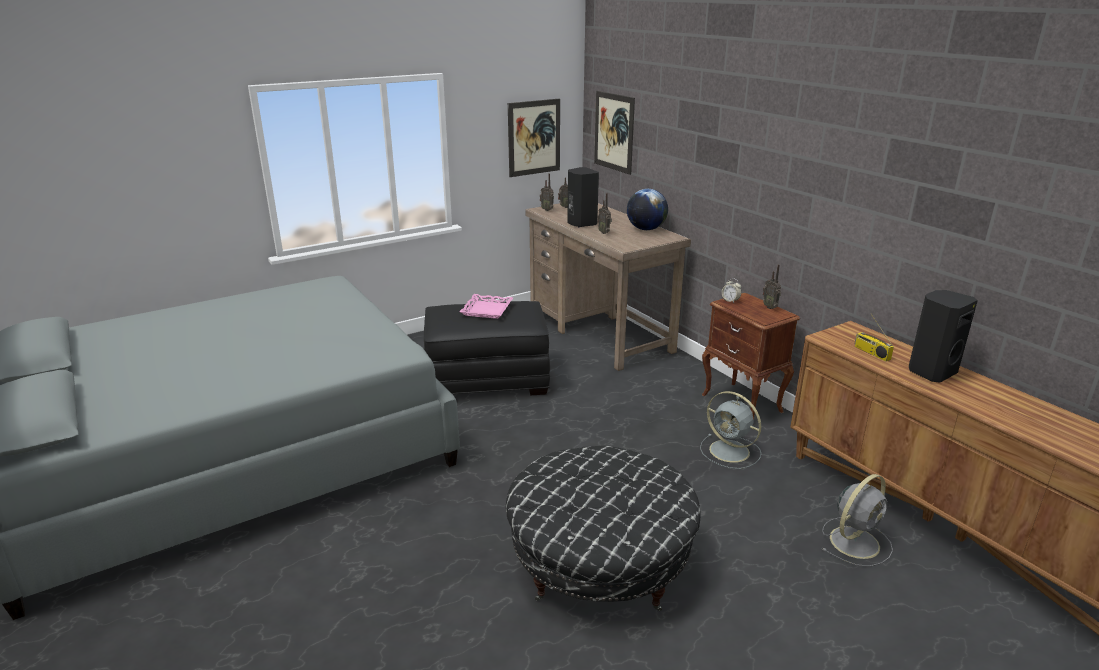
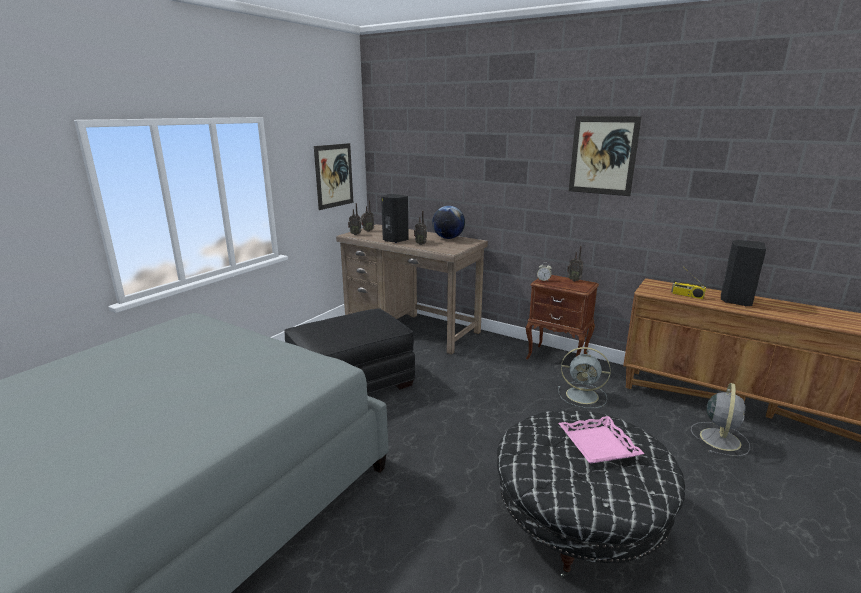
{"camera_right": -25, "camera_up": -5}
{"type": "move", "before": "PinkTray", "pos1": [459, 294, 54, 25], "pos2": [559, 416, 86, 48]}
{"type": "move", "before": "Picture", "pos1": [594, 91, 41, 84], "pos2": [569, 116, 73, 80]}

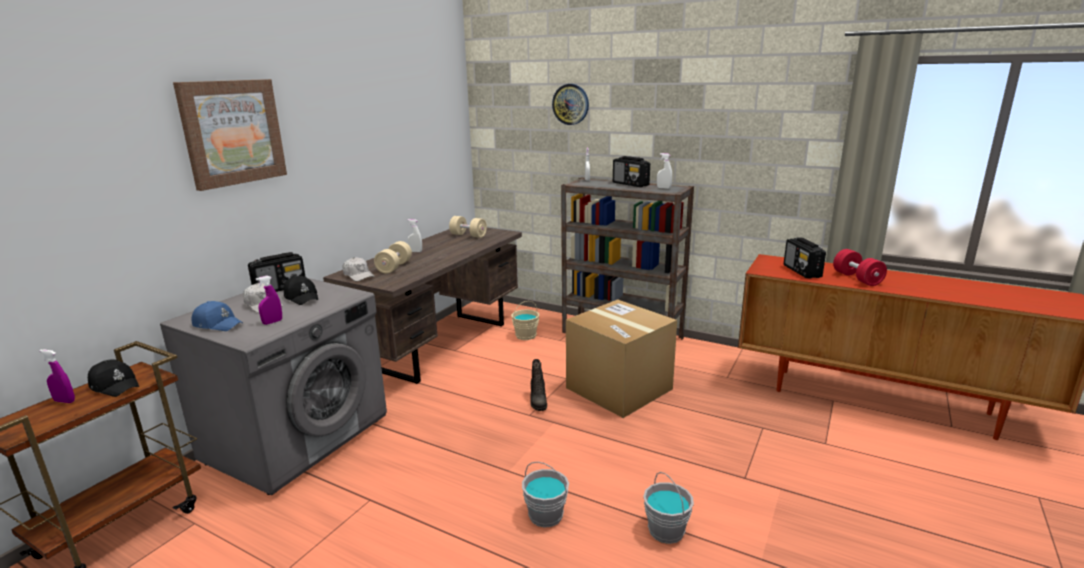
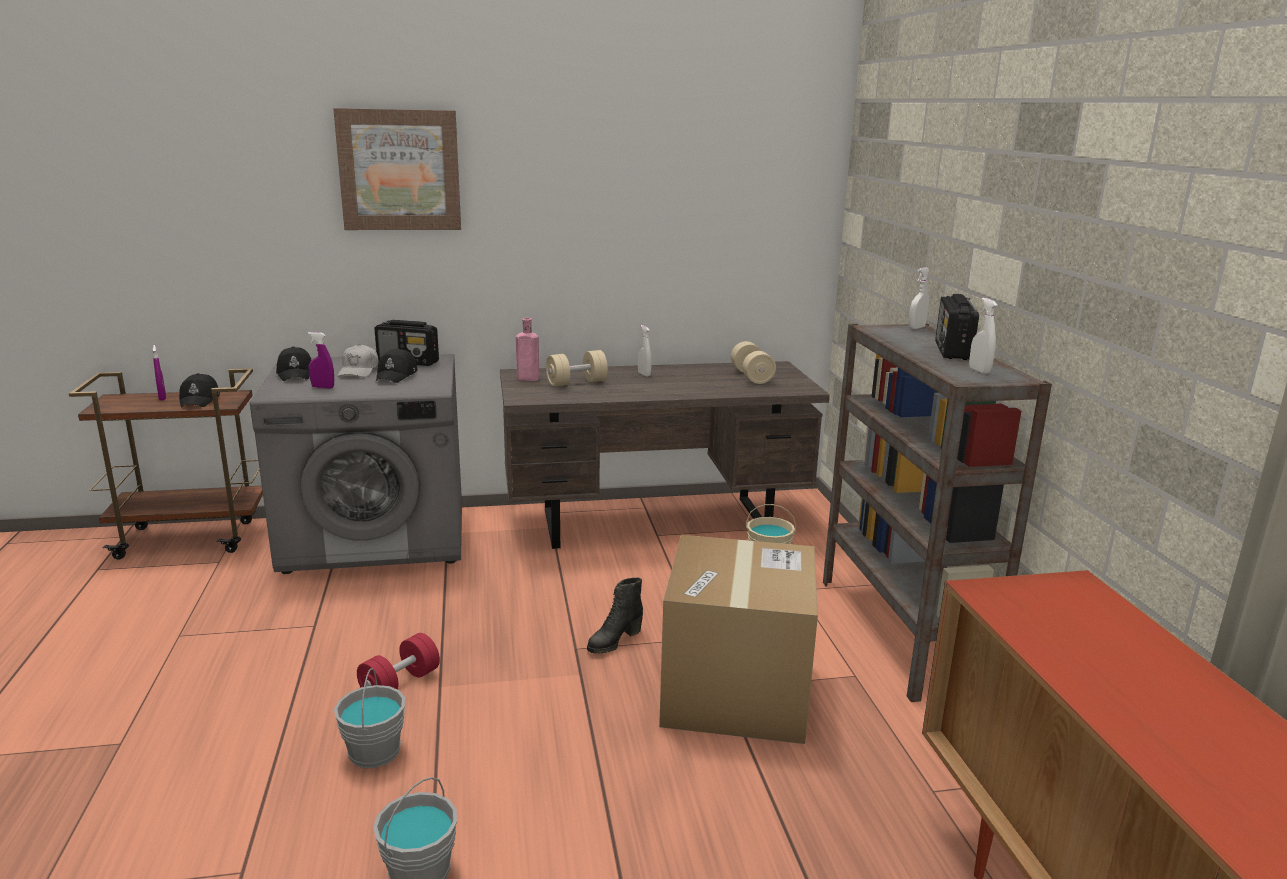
{"camera_right": 50, "camera_up": 0}
{"type": "recolor", "before": "BlueCap", "after": "BlackCap", "pos1": [192, 301, 51, 30], "pos2": [276, 346, 36, 35]}
{"type": "move", "before": "RedDumbbell", "pos1": [833, 249, 54, 37], "pos2": [357, 633, 83, 57]}
{"type": "replace", "before": "WhiteCap", "after": "PinkBottle", "pos1": [343, 257, 32, 24], "pos2": [516, 318, 23, 63]}
{"type": "delete", "before": "WallClock", "pos1": [552, 84, 37, 41]}
{"type": "delete", "before": "Radio", "pos1": [784, 237, 42, 42]}

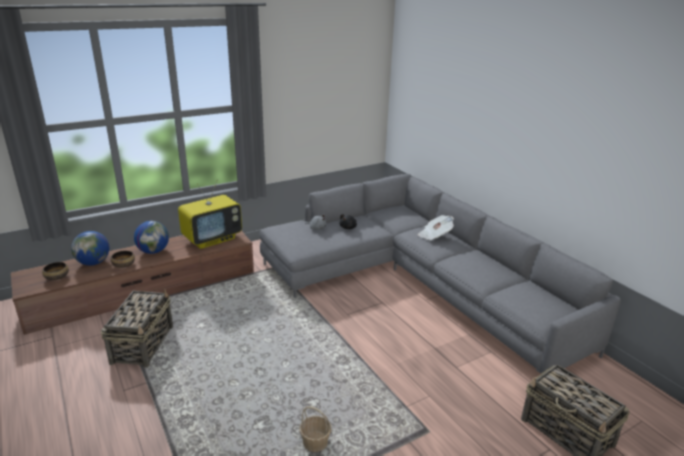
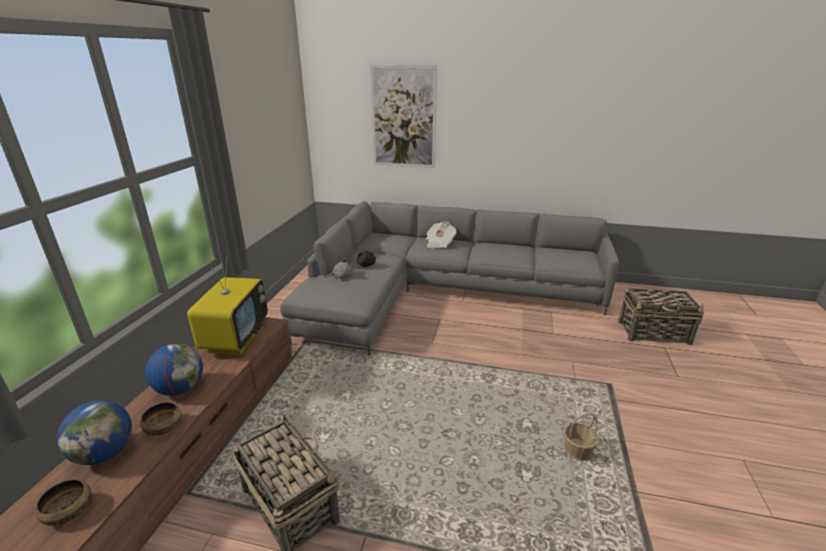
{"camera_right": -45, "camera_up": 0}
{"type": "insert", "after": "Picture", "pos2": [370, 65, 67, 103]}

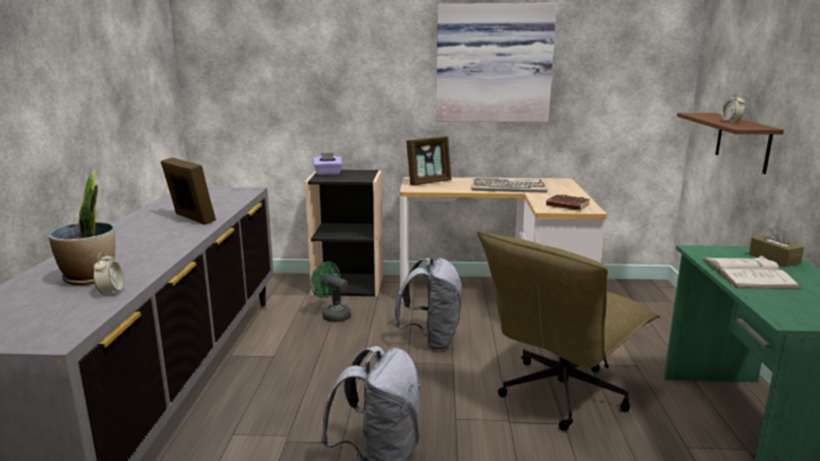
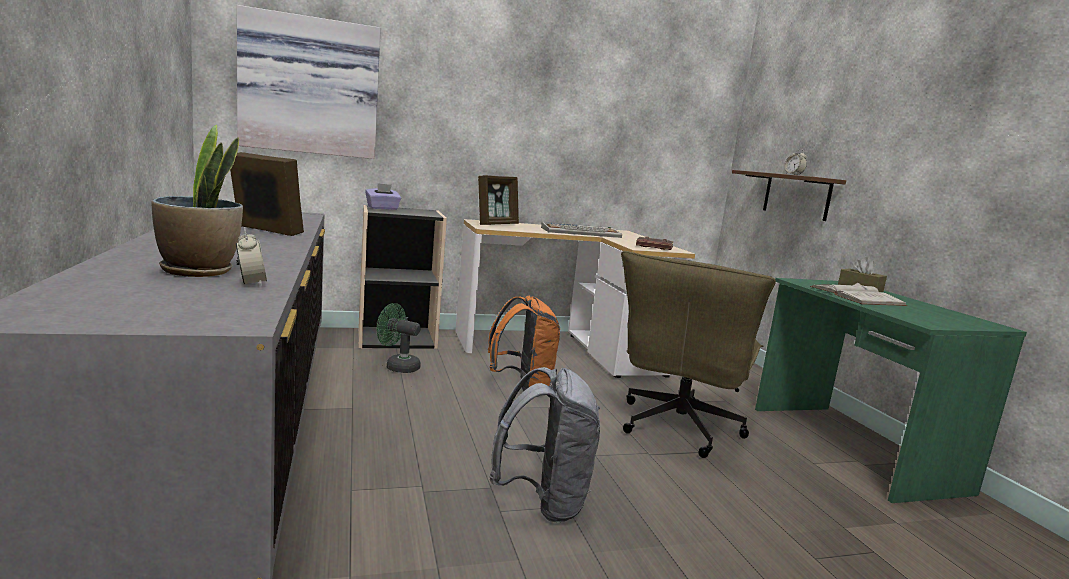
{"camera_right": -20, "camera_up": -5}
{"type": "move", "before": "Picture", "pos1": [436, 3, 121, 119], "pos2": [237, 5, 144, 154]}
{"type": "recolor", "before": "GreyBackpack", "after": "OrangeBackpack", "pos1": [394, 258, 68, 92], "pos2": [488, 295, 72, 96]}

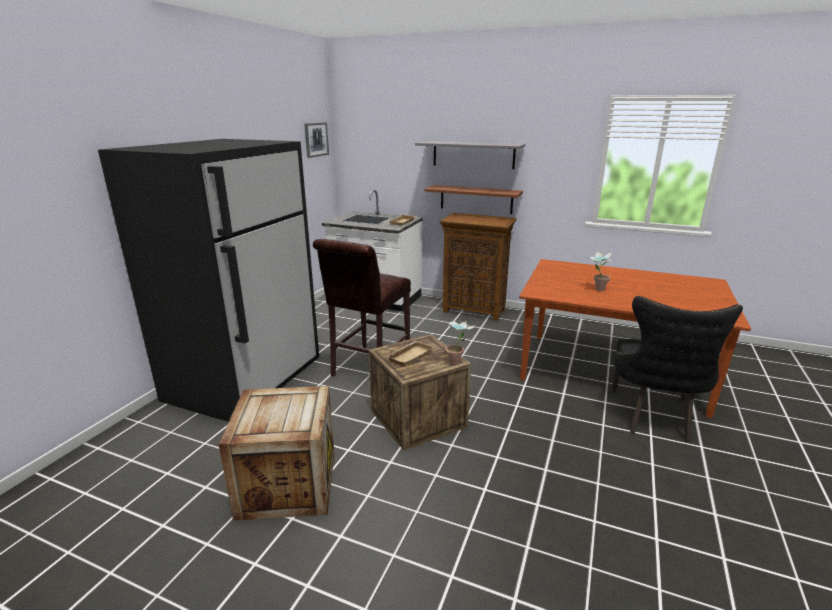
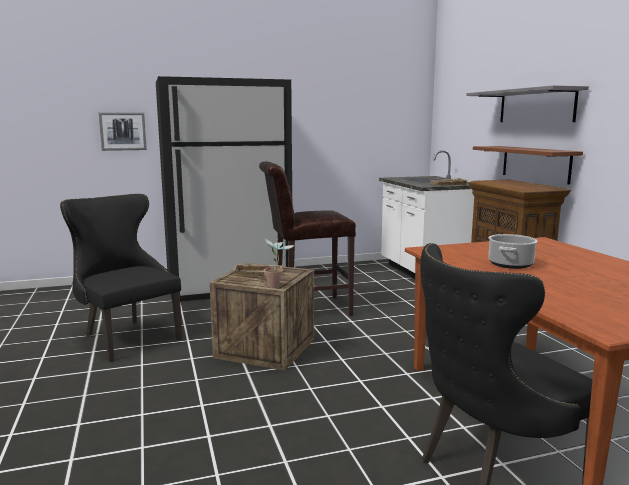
{"camera_right": 50, "camera_up": -10}
{"type": "replace", "before": "Crate", "after": "BlackChair", "pos1": [218, 386, 116, 135], "pos2": [60, 194, 122, 168]}
{"type": "move", "before": "Picture", "pos1": [304, 122, 25, 36], "pos2": [98, 112, 49, 39]}
{"type": "replace", "before": "PottedPlant", "after": "CookingPot", "pos1": [588, 251, 24, 40], "pos2": [488, 234, 49, 35]}

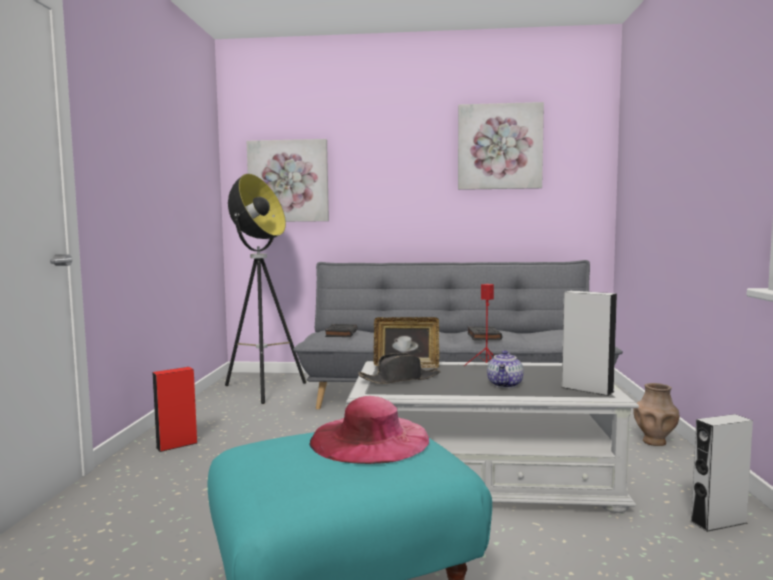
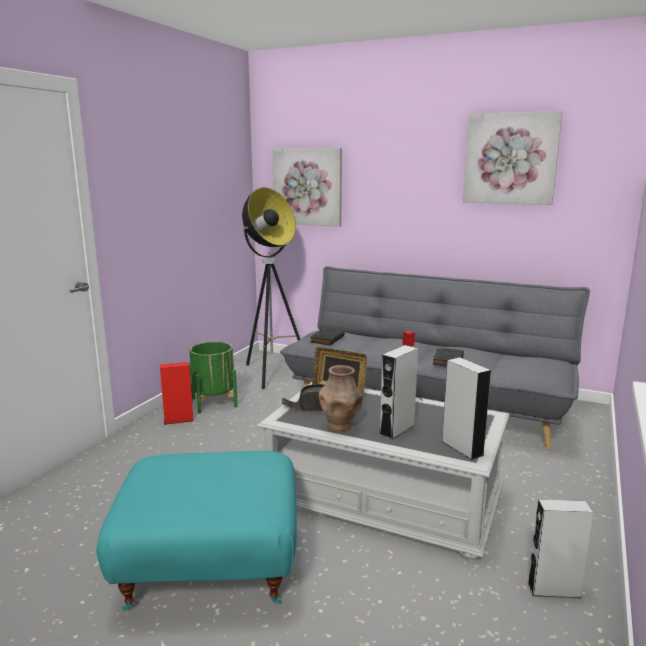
{"camera_right": 20, "camera_up": 10}
{"type": "insert", "after": "GreenPlanter", "pos2": [189, 342, 49, 71]}
{"type": "move", "before": "BrownVase", "pos1": [633, 383, 47, 63], "pos2": [319, 365, 43, 67]}
{"type": "replace", "before": "Teapot", "after": "GreySpeaker", "pos1": [487, 350, 37, 38], "pos2": [379, 345, 39, 94]}
{"type": "delete", "before": "PinkHat", "pos1": [310, 396, 119, 68]}

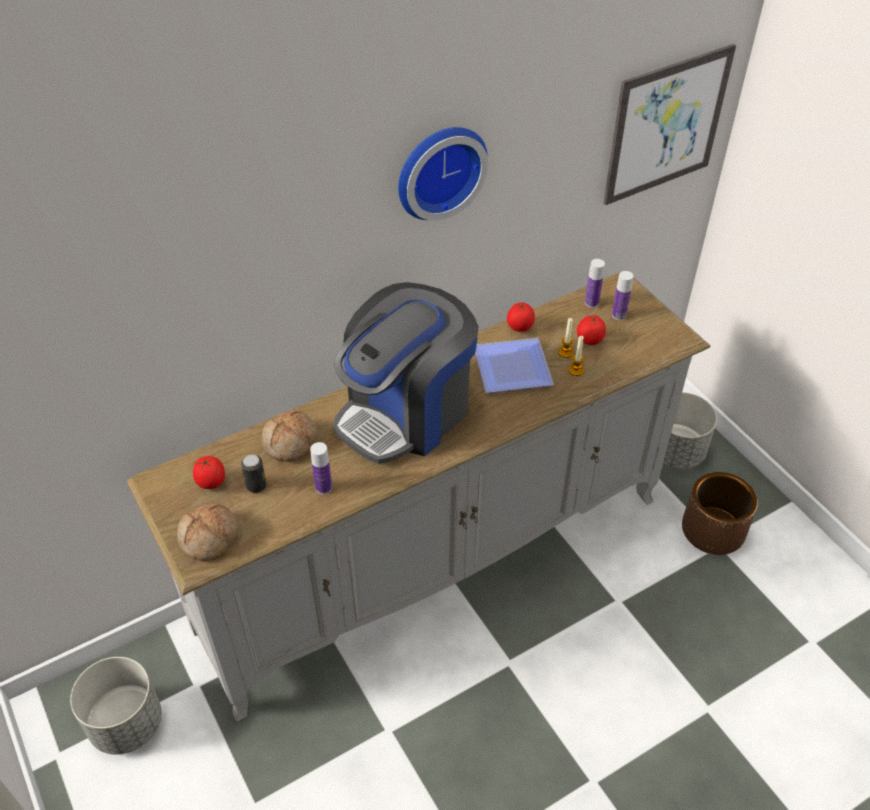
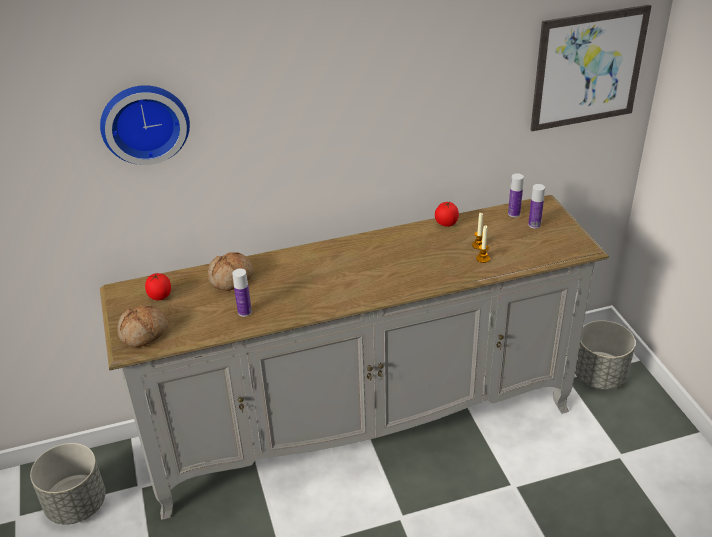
{"camera_right": 15, "camera_up": -10}
{"type": "move", "before": "WallClock", "pos1": [398, 127, 90, 94], "pos2": [100, 85, 90, 80]}
{"type": "delete", "before": "Can", "pos1": [241, 454, 26, 39]}
{"type": "delete", "before": "CoffeeMachine", "pos1": [333, 282, 146, 182]}
{"type": "delete", "before": "Plate", "pos1": [475, 338, 79, 55]}
{"type": "delete", "before": "Tomato", "pos1": [577, 315, 29, 30]}
{"type": "delete", "before": "BrownPlanter", "pos1": [682, 472, 76, 83]}

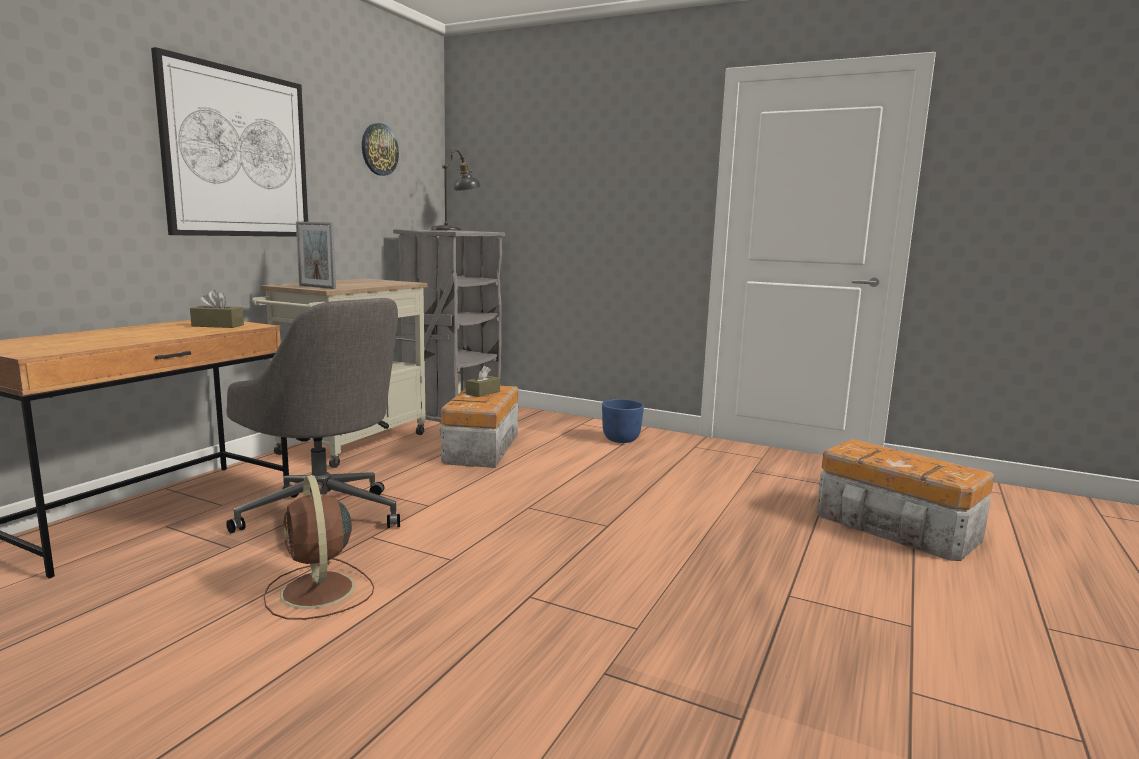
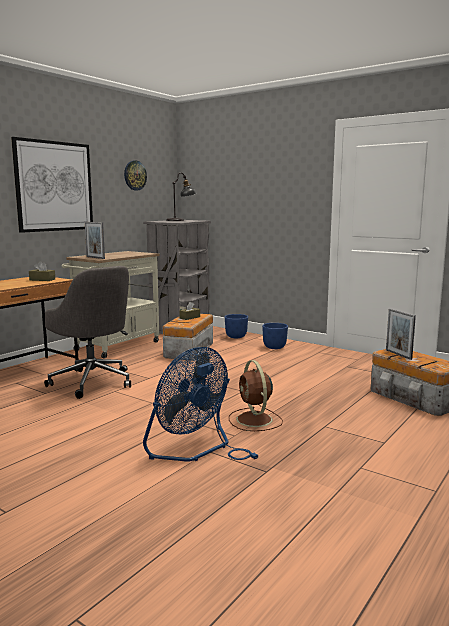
{"camera_right": 10, "camera_up": 0}
{"type": "insert", "after": "BlueFan", "pos2": [143, 347, 115, 115]}
{"type": "insert", "after": "BluePlanter", "pos2": [225, 314, 23, 24]}
{"type": "move", "before": "BrownFan", "pos1": [264, 475, 110, 145], "pos2": [229, 360, 54, 71]}
{"type": "insert", "after": "PictureFrame", "pos2": [386, 308, 30, 52]}

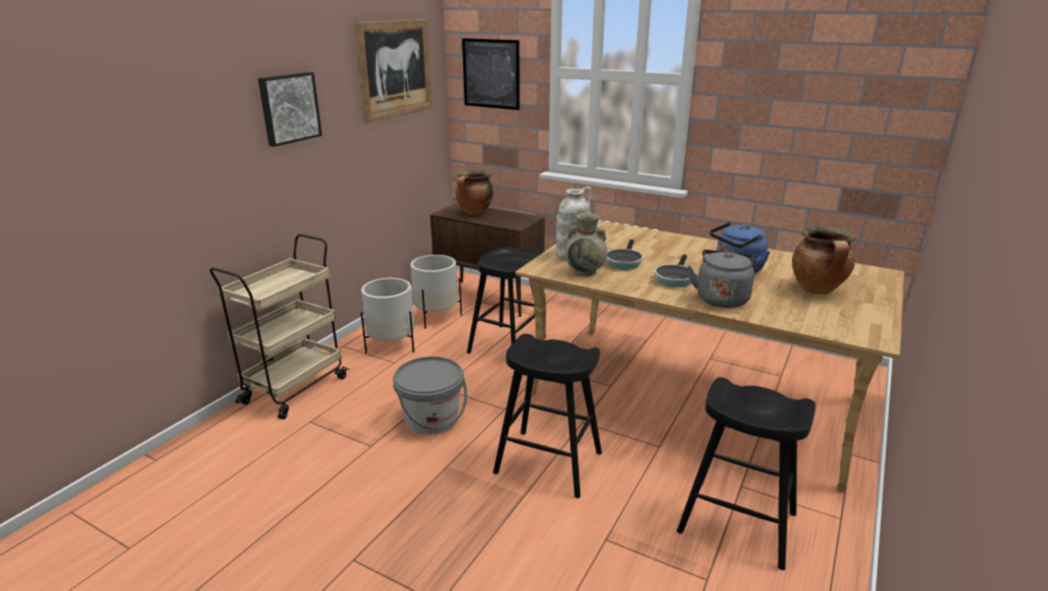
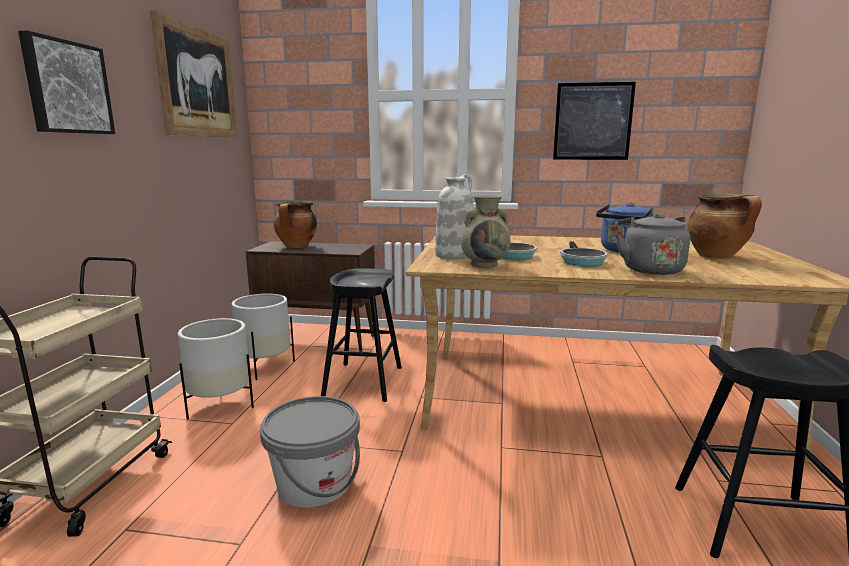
{"camera_right": -20, "camera_up": -10}
{"type": "move", "before": "Picture", "pos1": [462, 38, 58, 72], "pos2": [553, 82, 83, 78]}
{"type": "delete", "before": "BlackStool", "pos1": [493, 334, 109, 164]}

